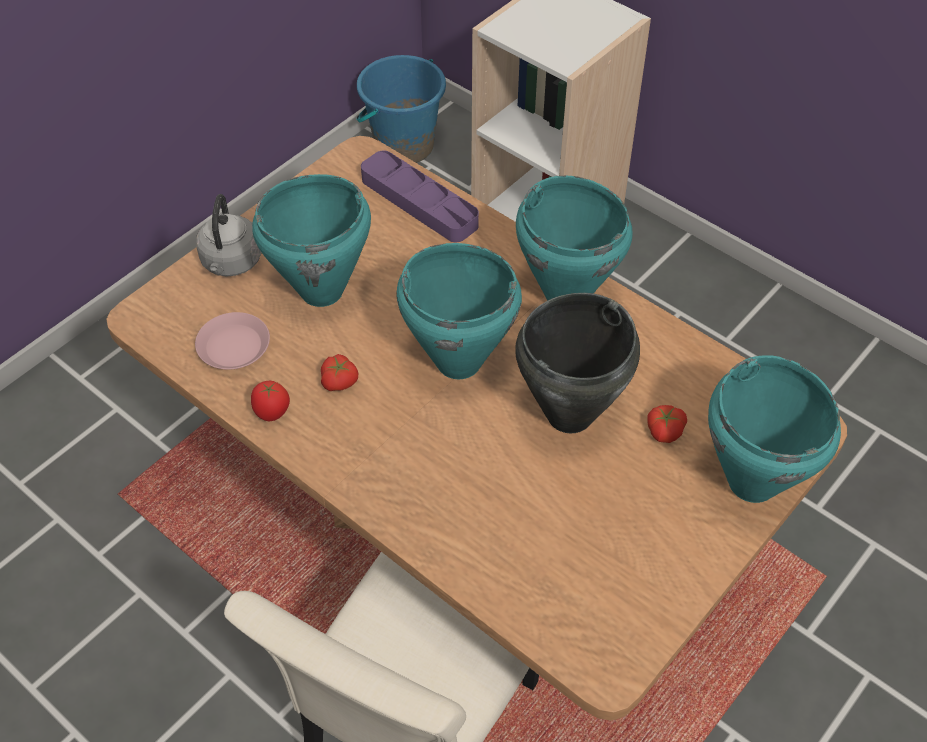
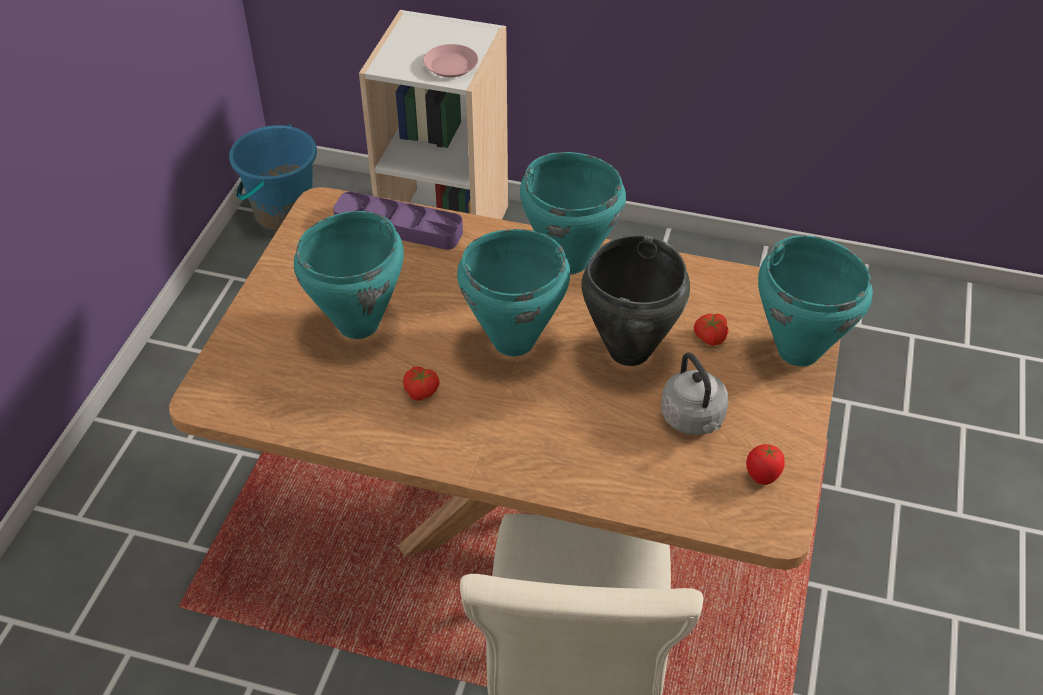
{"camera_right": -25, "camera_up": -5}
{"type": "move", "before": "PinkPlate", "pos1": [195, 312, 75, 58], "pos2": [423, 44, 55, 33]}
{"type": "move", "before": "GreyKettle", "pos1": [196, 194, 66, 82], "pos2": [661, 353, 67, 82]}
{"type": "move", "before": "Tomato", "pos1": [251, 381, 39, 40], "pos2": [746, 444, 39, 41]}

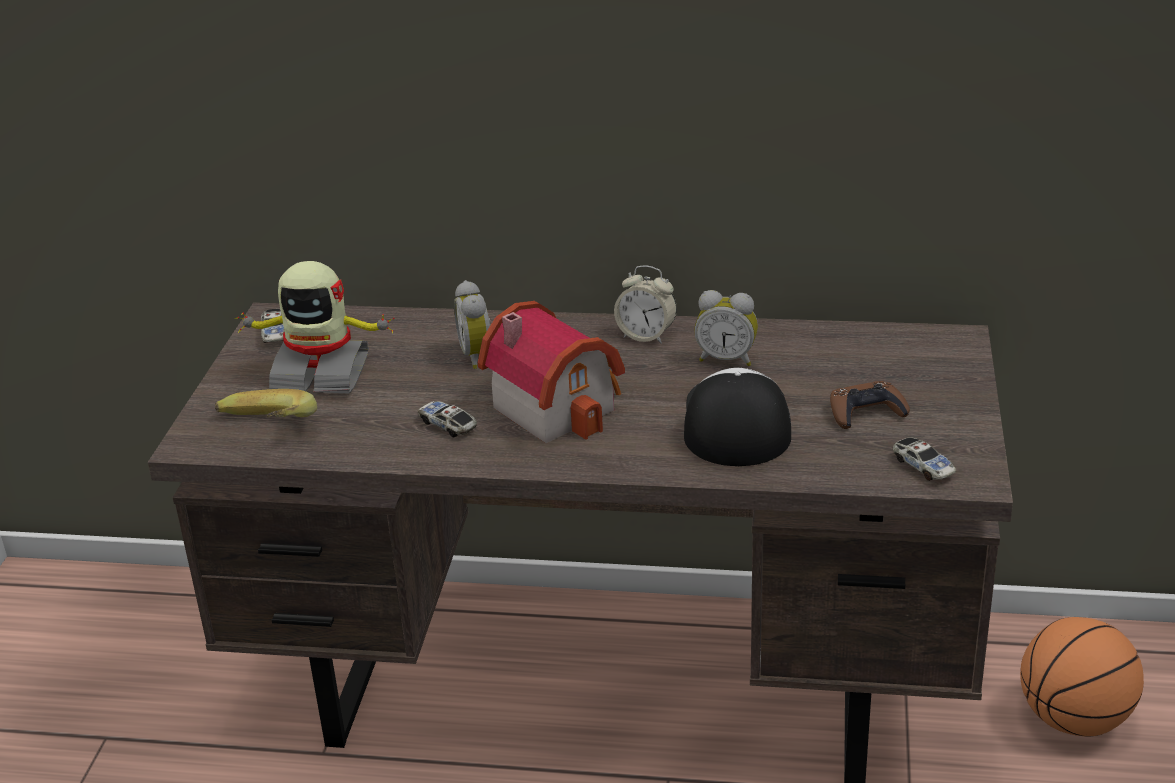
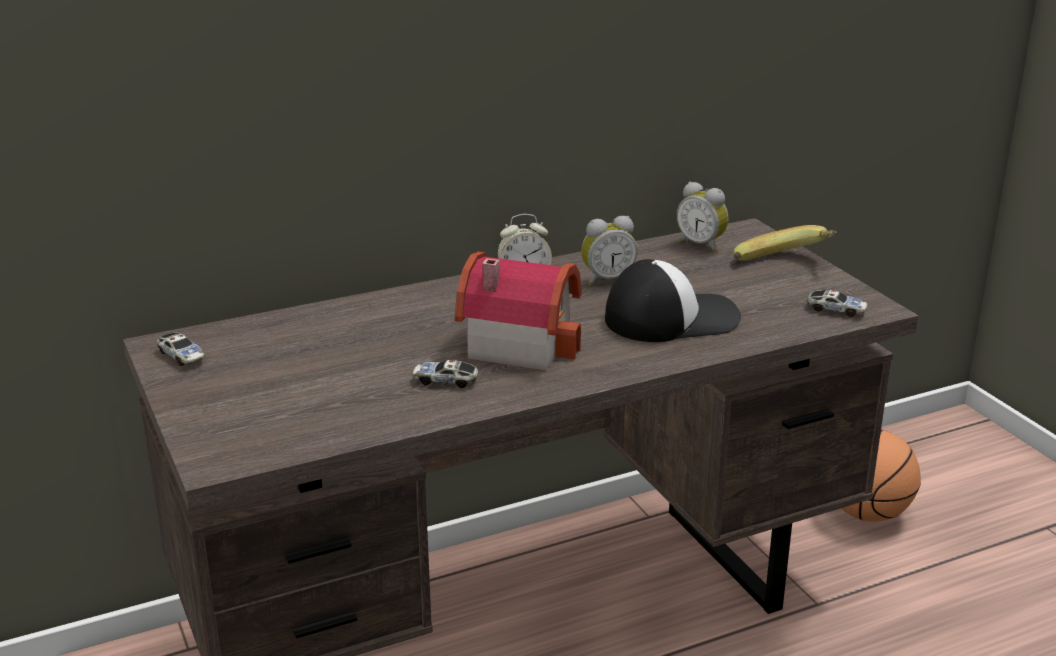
{"camera_right": -35, "camera_up": -5}
{"type": "rotate", "before": "Cap", "pos1": [684, 368, 107, 98], "pos2": [605, 259, 136, 83], "turn": 105}
{"type": "move", "before": "AlarmClock", "pos1": [454, 280, 36, 89], "pos2": [677, 182, 51, 70]}
{"type": "move", "before": "Banana", "pos1": [215, 389, 102, 28], "pos2": [734, 225, 103, 36]}
{"type": "delete", "before": "ToyRobot", "pos1": [235, 261, 159, 133]}
{"type": "delete", "before": "BrownGameController", "pos1": [830, 381, 80, 48]}

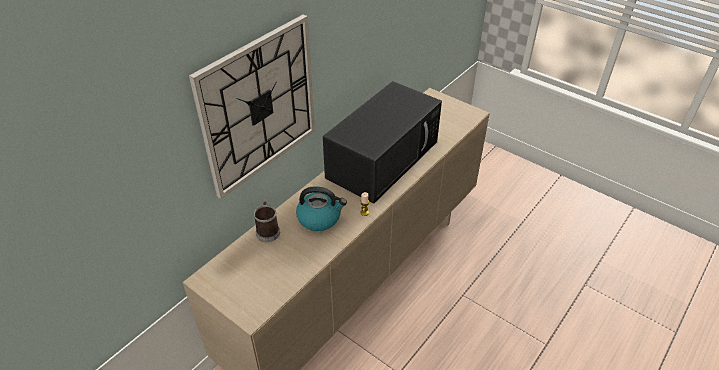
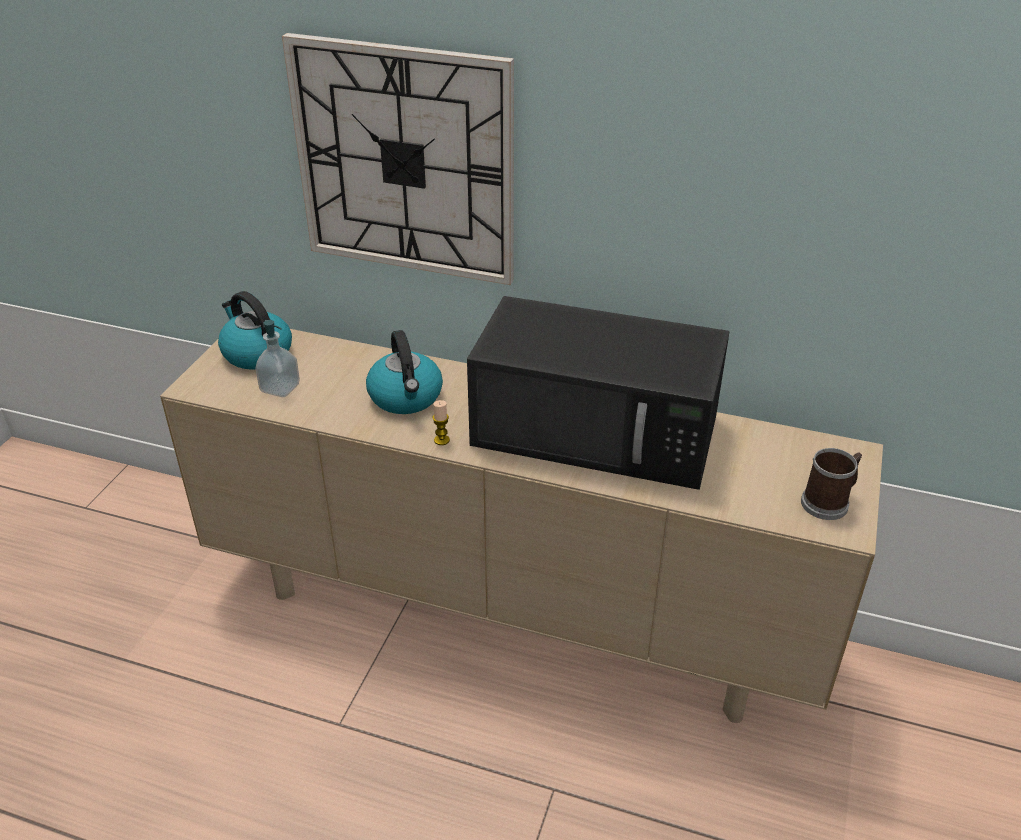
{"camera_right": 70, "camera_up": -5}
{"type": "insert", "after": "Kettle", "pos2": [218, 291, 74, 79]}
{"type": "insert", "after": "SoapDispenser", "pos2": [255, 320, 45, 77]}
{"type": "move", "before": "Mug", "pos1": [253, 201, 27, 41], "pos2": [801, 448, 61, 72]}

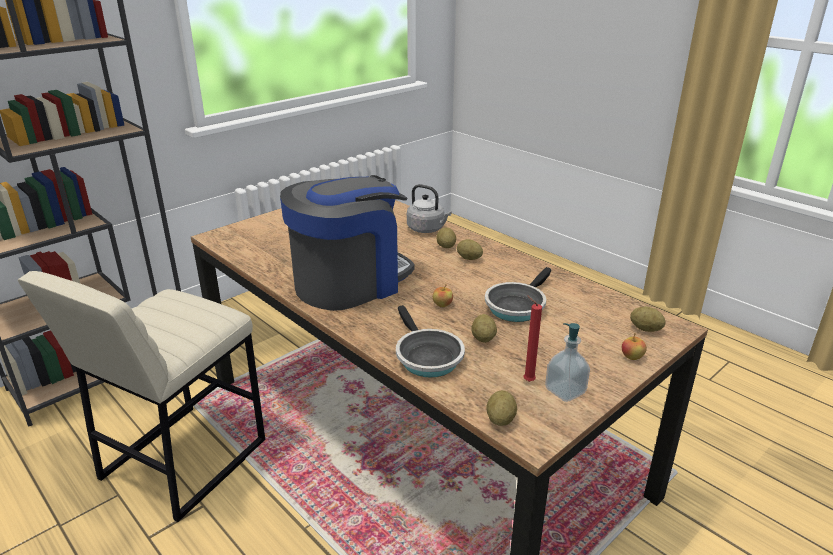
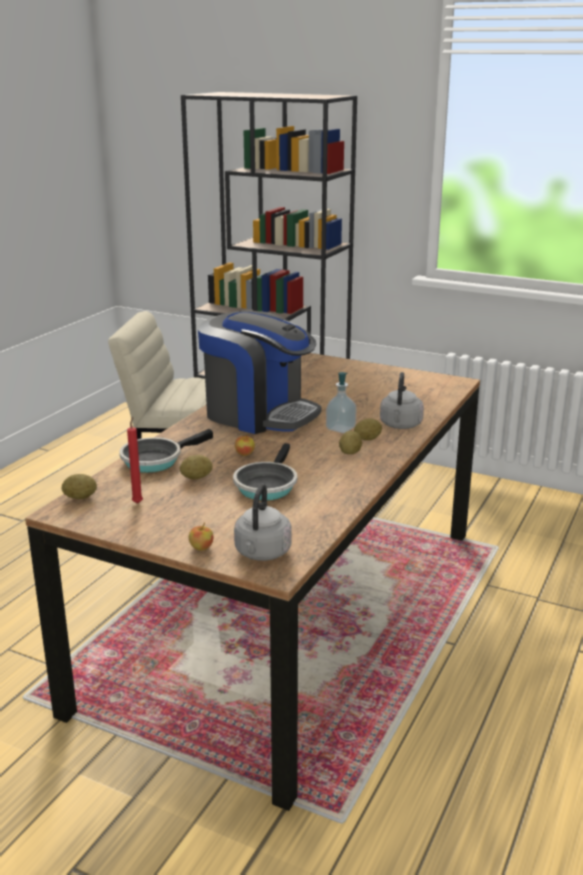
{"camera_right": 70, "camera_up": -5}
{"type": "rotate", "before": "FryingPan", "pos1": [485, 267, 66, 55], "pos2": [233, 443, 64, 57], "turn": -90}
{"type": "replace", "before": "Potato", "after": "GreyKettle", "pos1": [630, 306, 35, 26], "pos2": [234, 484, 58, 77]}
{"type": "move", "before": "SoapDispenser", "pos1": [545, 323, 45, 79], "pos2": [326, 372, 31, 61]}

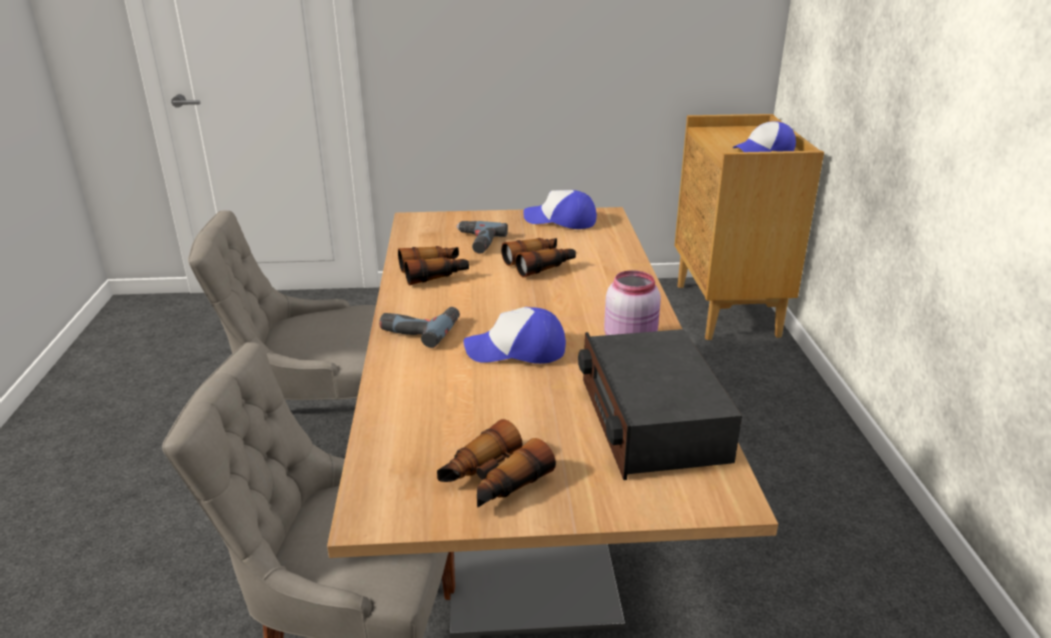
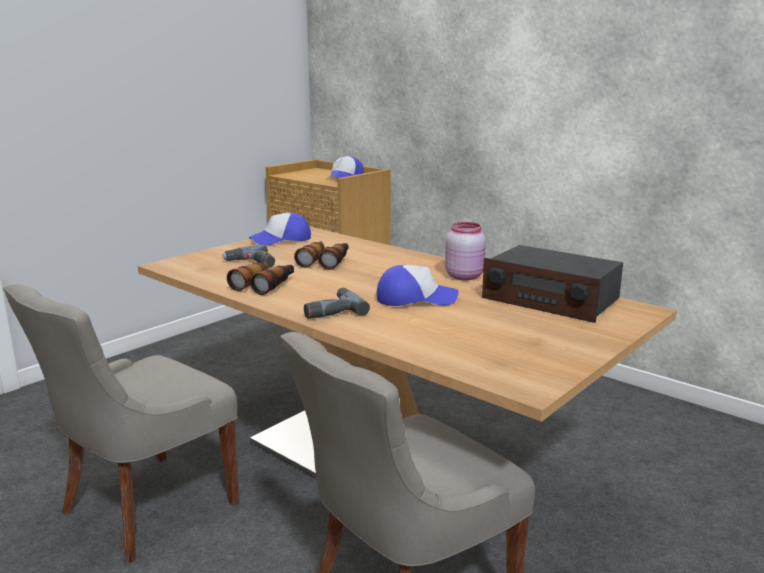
{"camera_right": -45, "camera_up": -10}
{"type": "rotate", "before": "Cap", "pos1": [464, 307, 102, 57], "pos2": [377, 265, 81, 41], "turn": -135}
{"type": "delete", "before": "Binoculars", "pos1": [437, 419, 119, 89]}

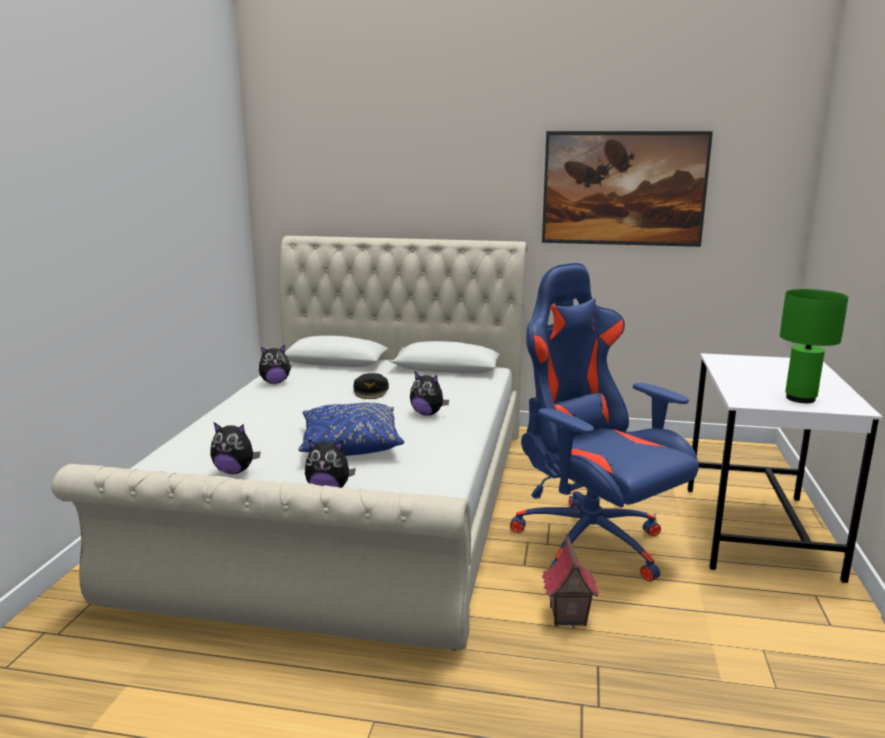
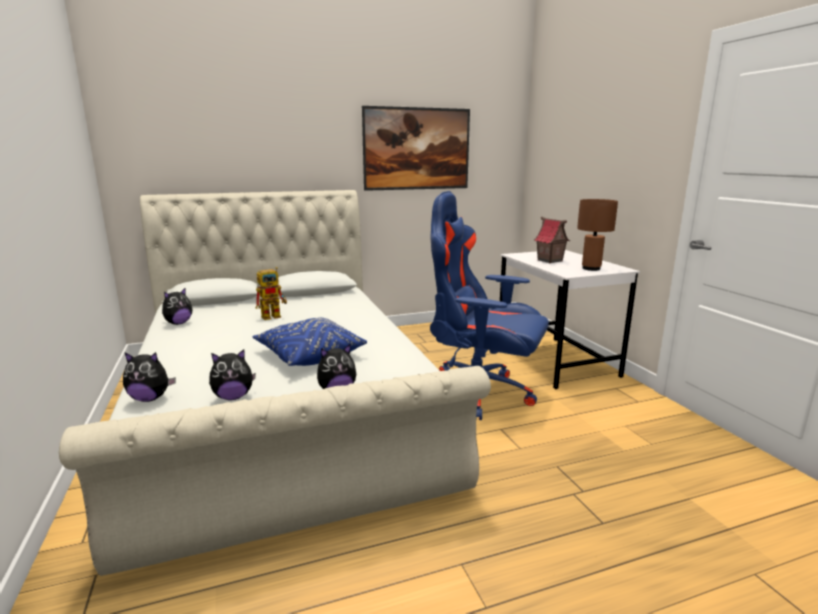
{"camera_right": -30, "camera_up": 0}
{"type": "move", "before": "PlushToy", "pos1": [410, 372, 39, 44], "pos2": [123, 352, 53, 50]}
{"type": "replace", "before": "BlackCap", "after": "ToyRobot", "pos1": [353, 373, 36, 26], "pos2": [255, 267, 32, 53]}
{"type": "move", "before": "ToyHouse", "pos1": [542, 534, 57, 92], "pos2": [534, 217, 36, 46]}
{"type": "recolor", "before": "GreenTableLamp", "after": "BrownTableLamp", "pos1": [780, 289, 68, 114], "pos2": [577, 199, 41, 72]}

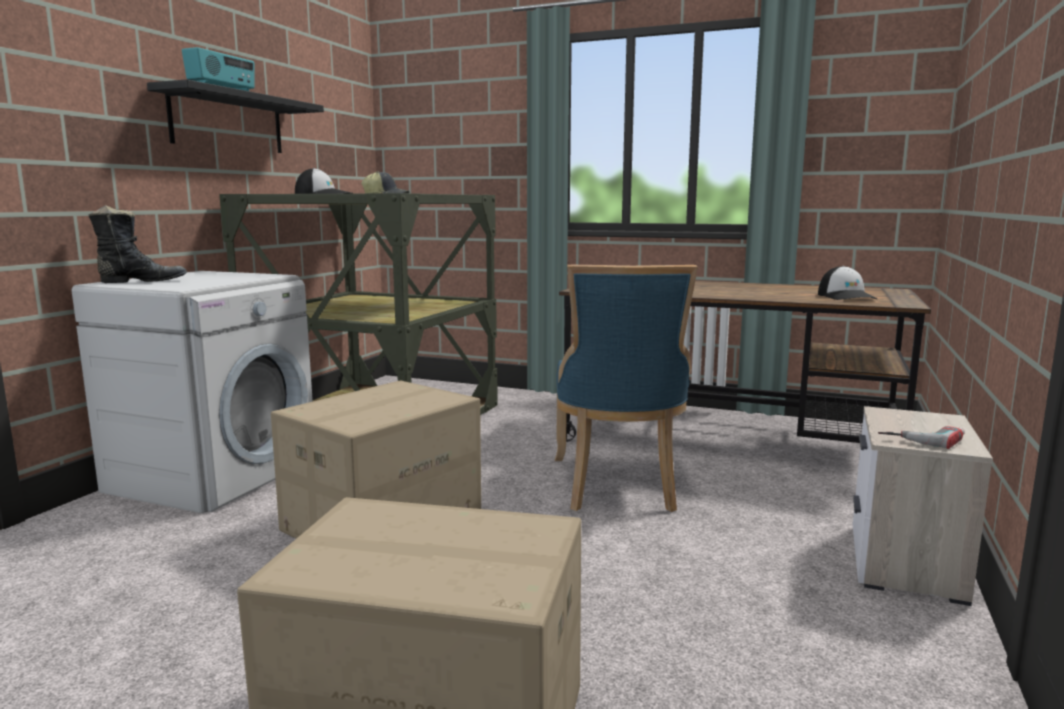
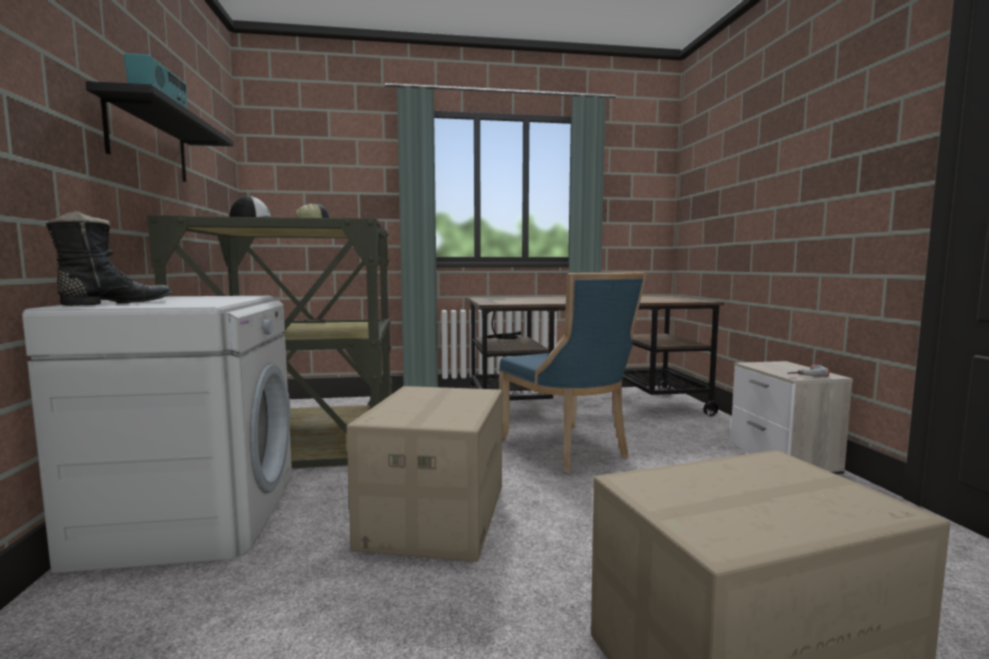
{"camera_right": -30, "camera_up": -5}
{"type": "delete", "before": "Cap", "pos1": [818, 266, 60, 34]}

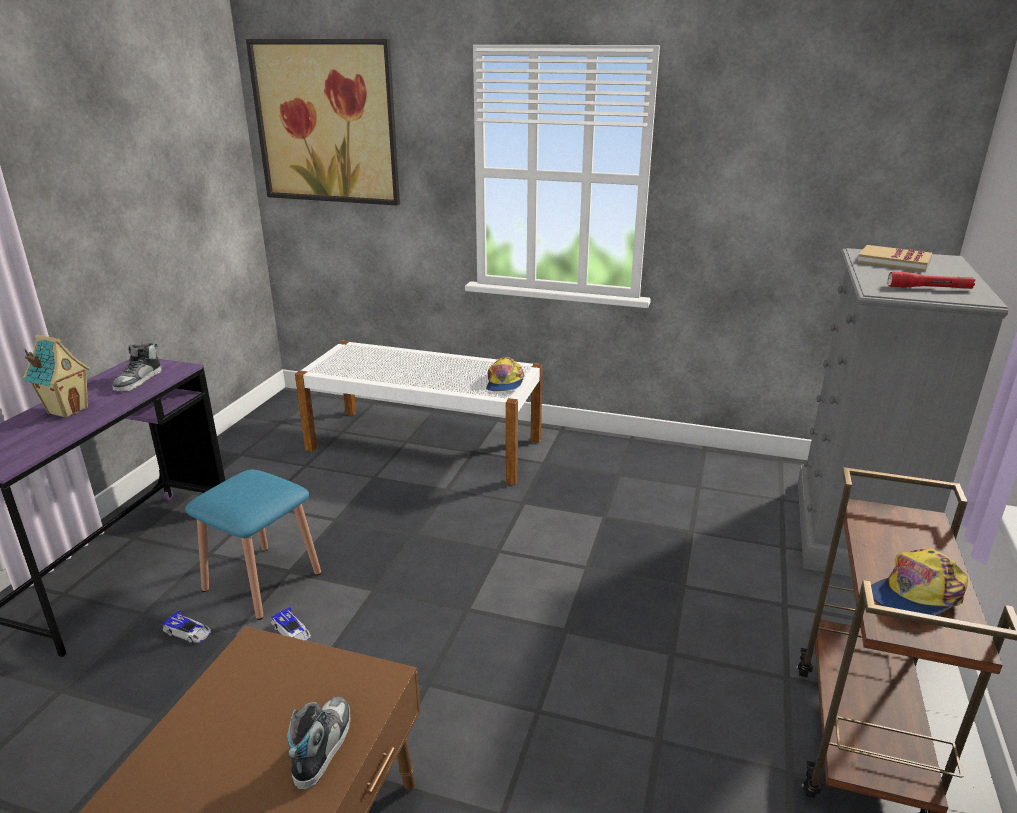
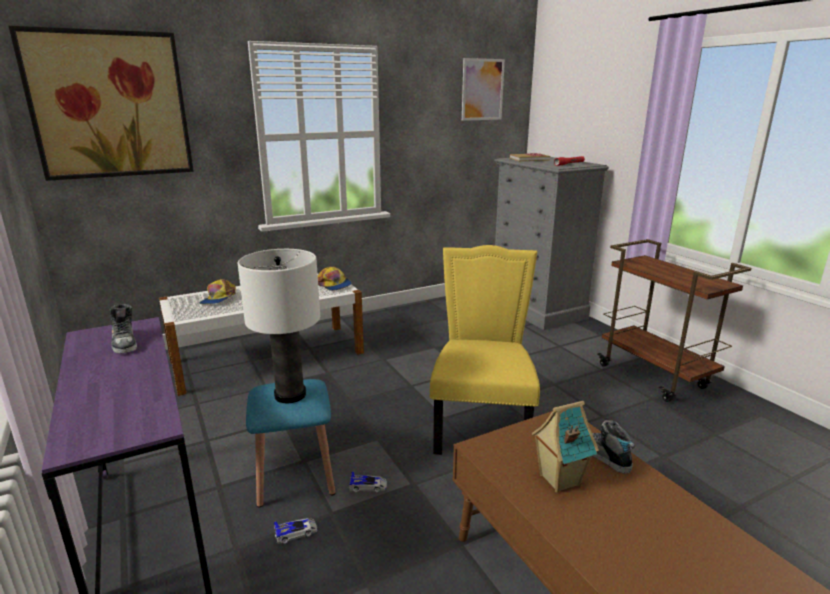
{"camera_right": -45, "camera_up": -5}
{"type": "move", "before": "Cap", "pos1": [871, 548, 97, 68], "pos2": [199, 279, 37, 25]}
{"type": "insert", "after": "WhiteTableLamp", "pos2": [238, 249, 82, 154]}
{"type": "insert", "after": "YellowChair", "pos2": [429, 245, 111, 210]}
{"type": "insert", "after": "Picture", "pos2": [462, 58, 43, 63]}
{"type": "move", "before": "ToyHouse", "pos1": [23, 334, 67, 84], "pos2": [532, 401, 67, 92]}

